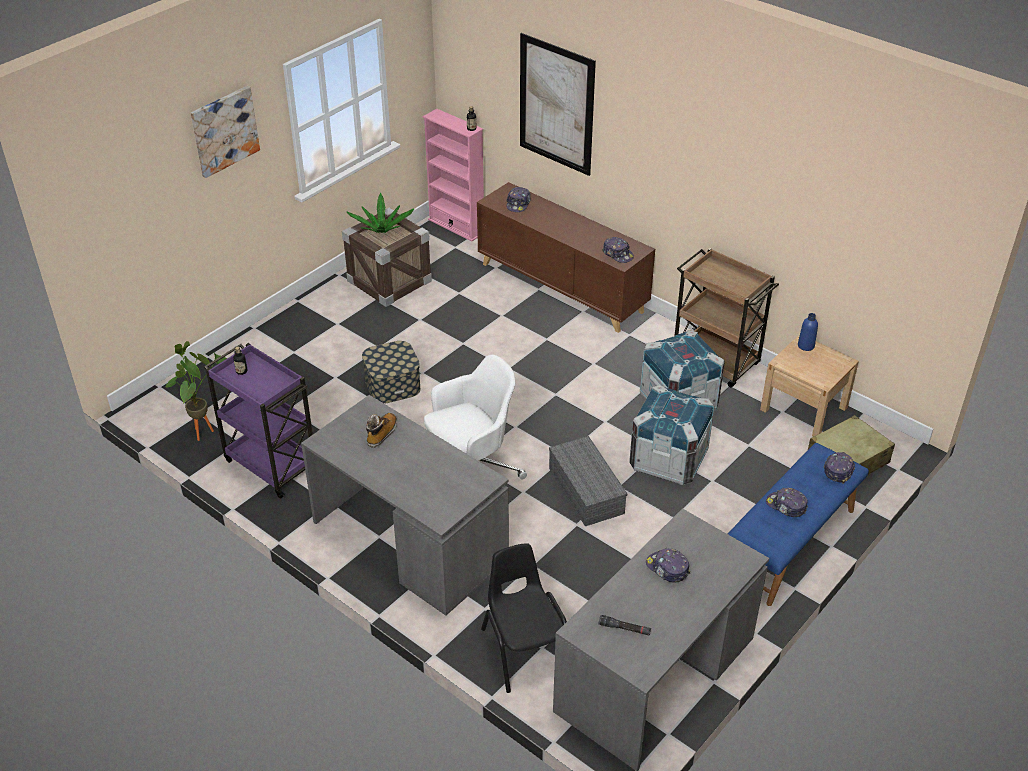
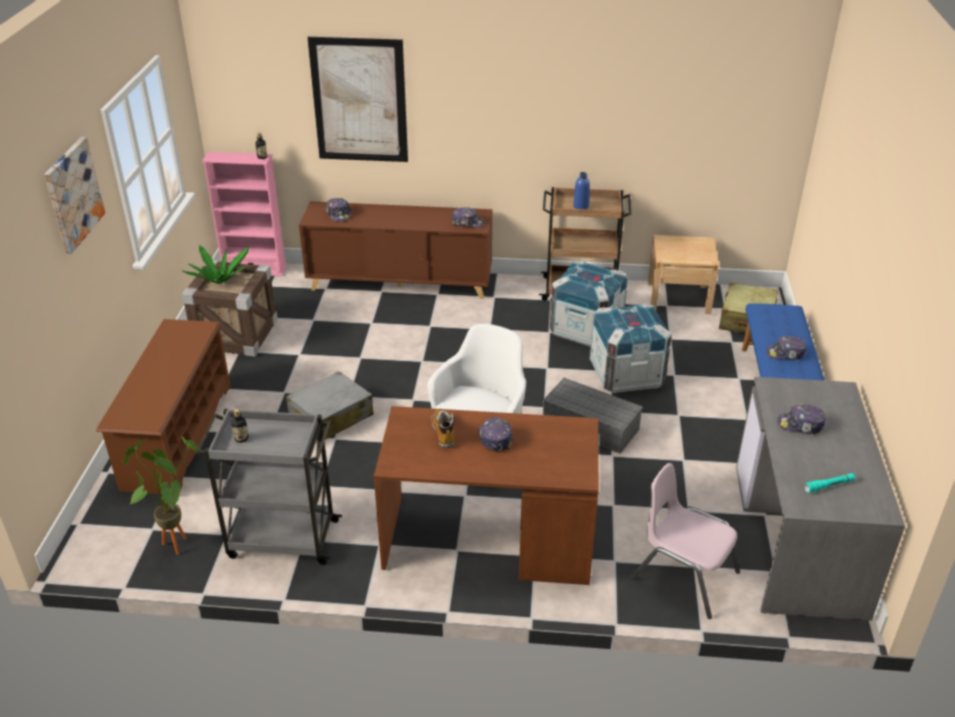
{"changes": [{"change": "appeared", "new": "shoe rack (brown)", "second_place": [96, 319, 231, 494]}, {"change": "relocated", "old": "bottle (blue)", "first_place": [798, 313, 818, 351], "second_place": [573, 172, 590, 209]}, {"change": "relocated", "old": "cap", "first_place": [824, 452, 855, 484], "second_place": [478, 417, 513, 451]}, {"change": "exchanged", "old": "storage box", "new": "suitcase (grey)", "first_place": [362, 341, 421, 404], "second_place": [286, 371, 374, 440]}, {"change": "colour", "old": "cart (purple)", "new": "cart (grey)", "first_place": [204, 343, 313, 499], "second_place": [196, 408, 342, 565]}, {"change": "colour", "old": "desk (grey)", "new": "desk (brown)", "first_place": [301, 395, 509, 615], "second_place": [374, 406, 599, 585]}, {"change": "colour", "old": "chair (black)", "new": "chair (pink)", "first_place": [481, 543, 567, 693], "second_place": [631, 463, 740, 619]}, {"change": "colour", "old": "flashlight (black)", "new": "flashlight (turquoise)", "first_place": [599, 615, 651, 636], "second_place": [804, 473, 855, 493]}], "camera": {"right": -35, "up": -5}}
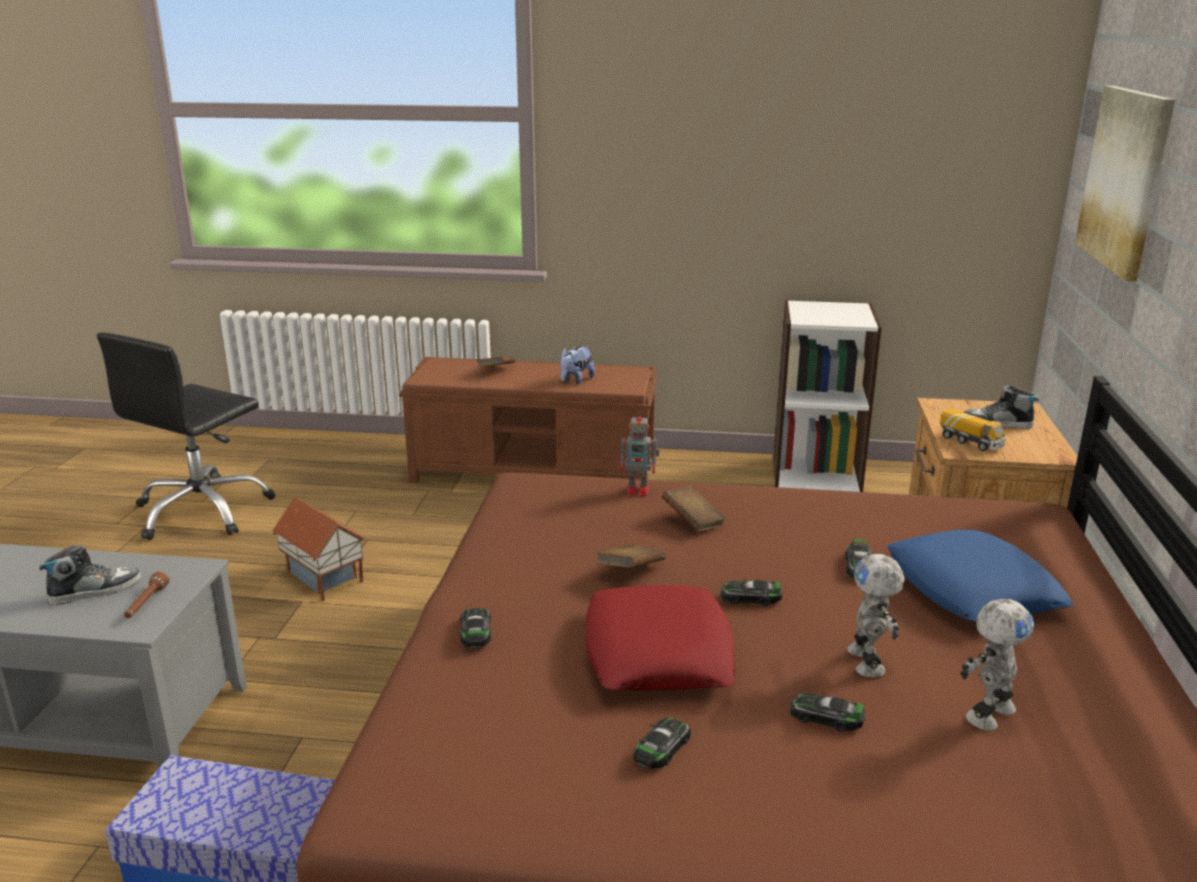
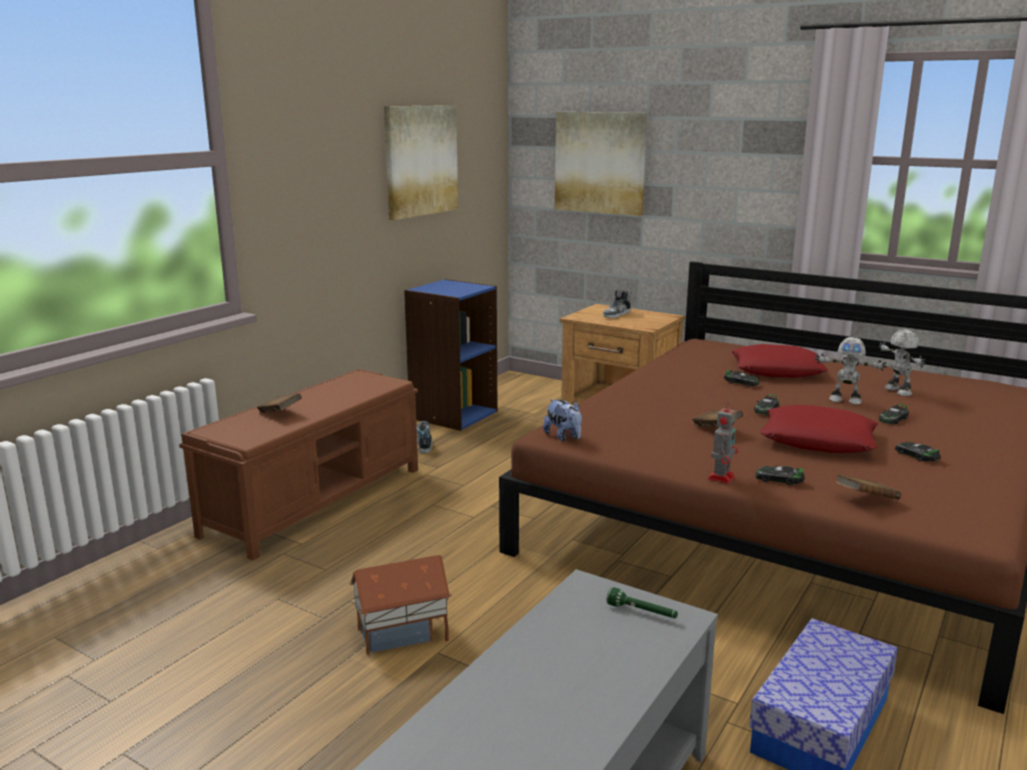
{"changes": [{"change": "missing", "old": "office chair (black)", "first_place": [97, 332, 275, 540]}, {"change": "missing", "old": "toy truck", "first_place": [940, 408, 1006, 451]}, {"change": "appeared", "new": "picture", "second_place": [384, 105, 458, 220]}, {"change": "relocated", "old": "shoe", "first_place": [39, 545, 141, 605], "second_place": [417, 421, 433, 453]}, {"change": "relocated", "old": "plush toy", "first_place": [560, 346, 595, 384], "second_place": [543, 399, 582, 441]}, {"change": "relocated", "old": "toy robot", "first_place": [621, 410, 660, 496], "second_place": [708, 402, 738, 484]}, {"change": "relocated", "old": "book (brown)", "first_place": [662, 486, 726, 531], "second_place": [835, 474, 901, 500]}, {"change": "colour", "old": "flashlight (brown)", "new": "flashlight (green)", "first_place": [124, 571, 169, 618], "second_place": [606, 587, 678, 618]}, {"change": "colour", "old": "bookcase (white)", "new": "bookcase (blue)", "first_place": [773, 300, 882, 492], "second_place": [404, 279, 497, 431]}, {"change": "colour", "old": "pillow (blue)", "new": "pillow (red)", "first_place": [887, 530, 1074, 622], "second_place": [731, 344, 828, 378]}], "camera": {"right": -65, "up": -5}}
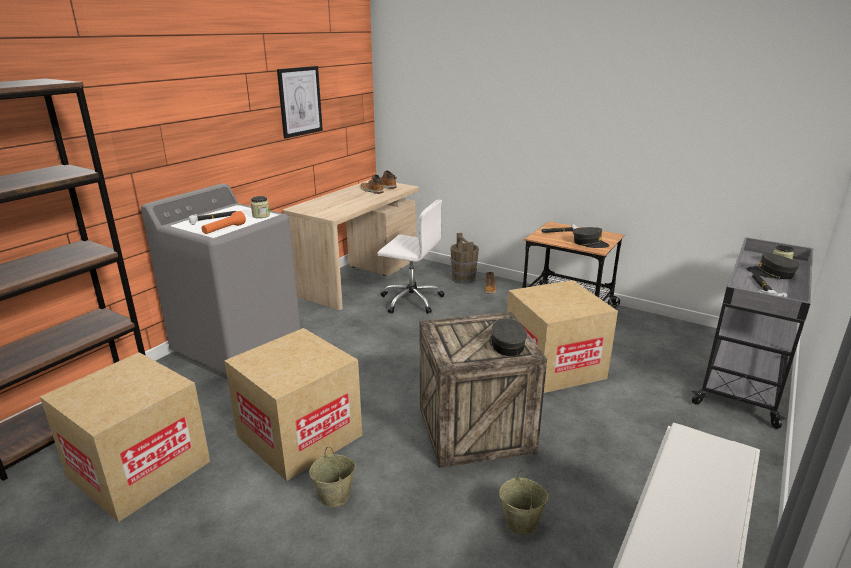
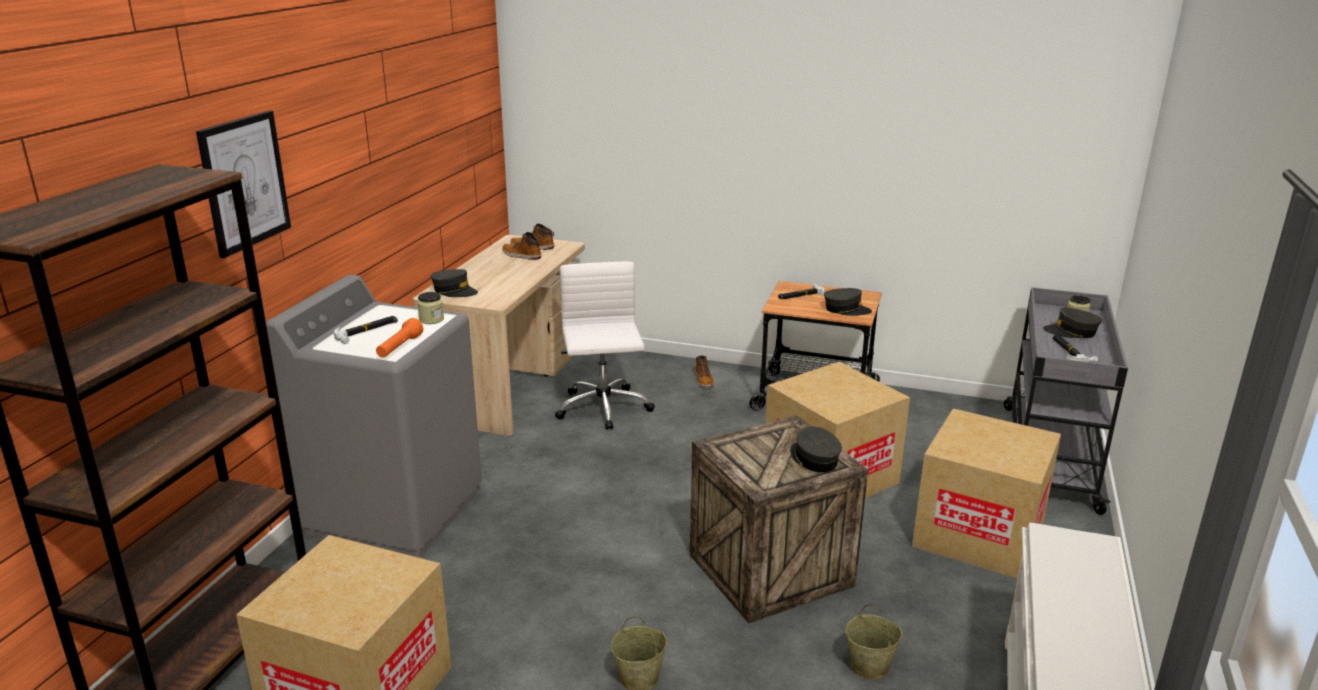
{"changes": [{"change": "missing", "old": "bucket (brown)", "first_place": [450, 233, 479, 284]}, {"change": "appeared", "new": "cap (grey)", "second_place": [431, 269, 478, 297]}, {"change": "relocated", "old": "cardboard box", "first_place": [224, 328, 362, 481], "second_place": [912, 408, 1061, 579]}, {"change": "relocated", "old": "picture", "first_place": [277, 66, 323, 139], "second_place": [196, 111, 291, 258]}, {"change": "spun", "old": "office chair (white)", "first_place": [377, 199, 445, 314], "second_place": [555, 262, 655, 430], "degrees": -105}], "camera": {"right": -15, "up": 0}}
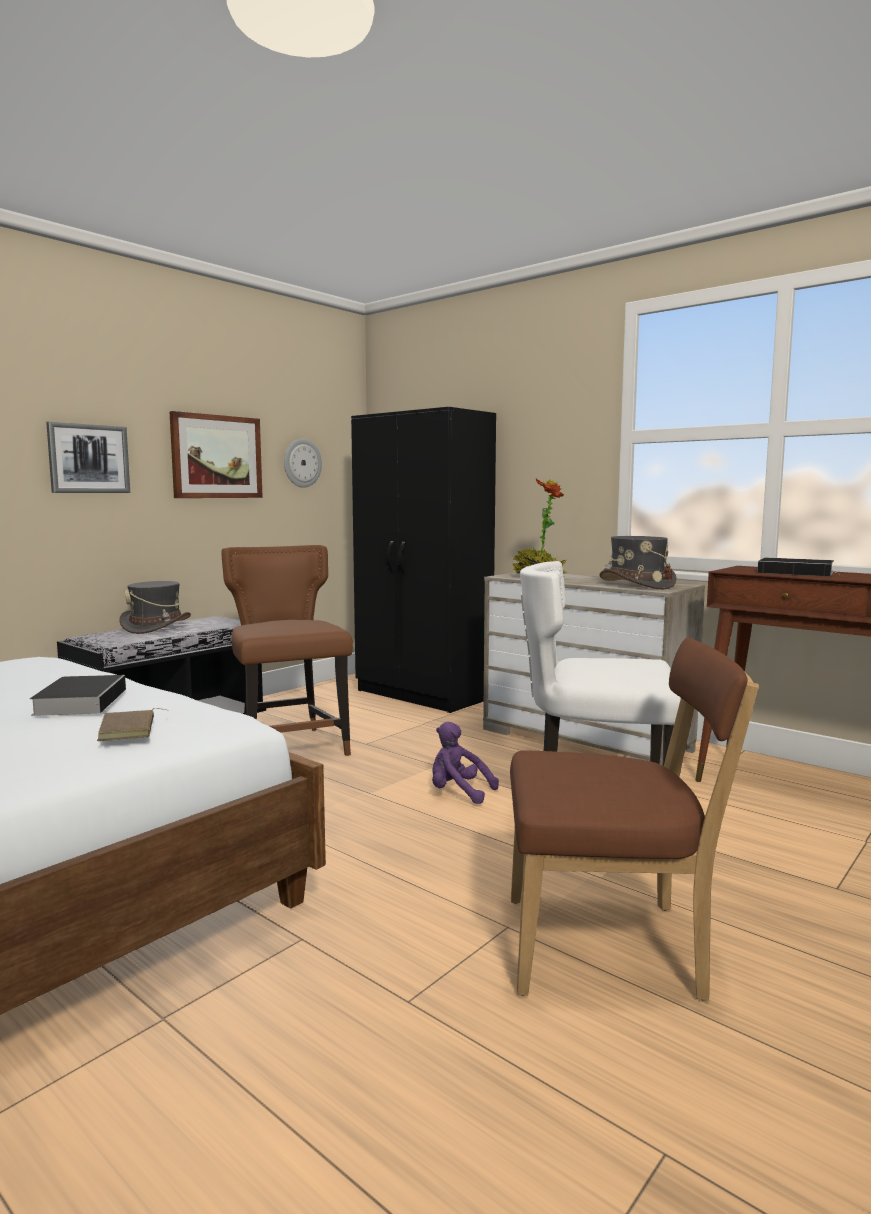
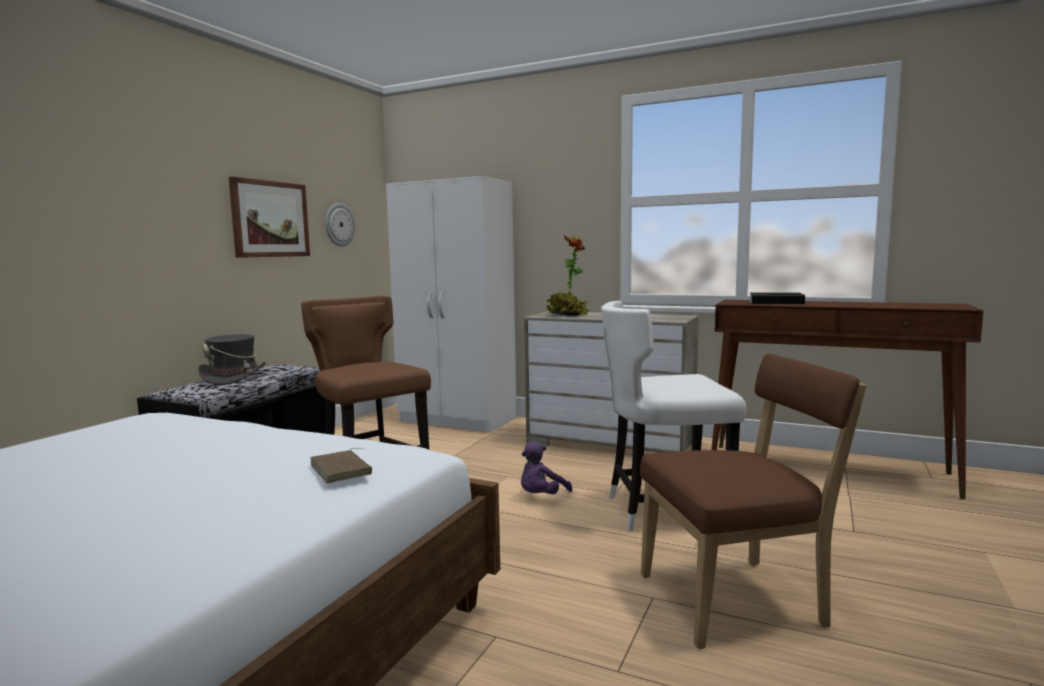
{"changes": [{"change": "missing", "old": "book", "first_place": [30, 675, 126, 716]}, {"change": "missing", "old": "picture", "first_place": [46, 422, 130, 493]}, {"change": "missing", "old": "hat (grey)", "first_place": [600, 536, 677, 589]}, {"change": "colour", "old": "wardrobe (black)", "new": "wardrobe (white)", "first_place": [351, 407, 496, 713], "second_place": [386, 176, 517, 433]}, {"change": "spun", "old": "plush toy (purple)", "first_place": [432, 722, 499, 804], "second_place": [521, 441, 572, 494], "degrees": -60}], "camera": {"right": -15, "up": 0}}
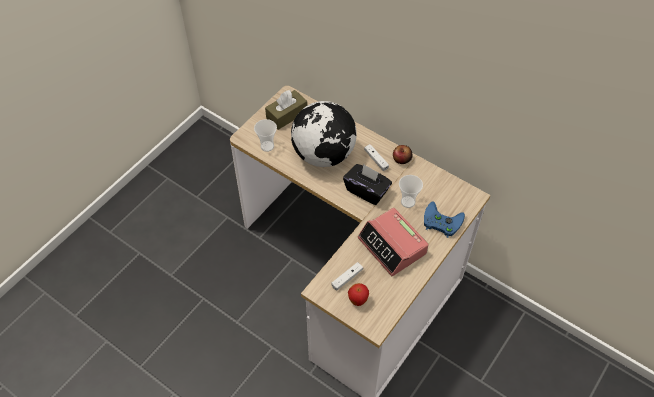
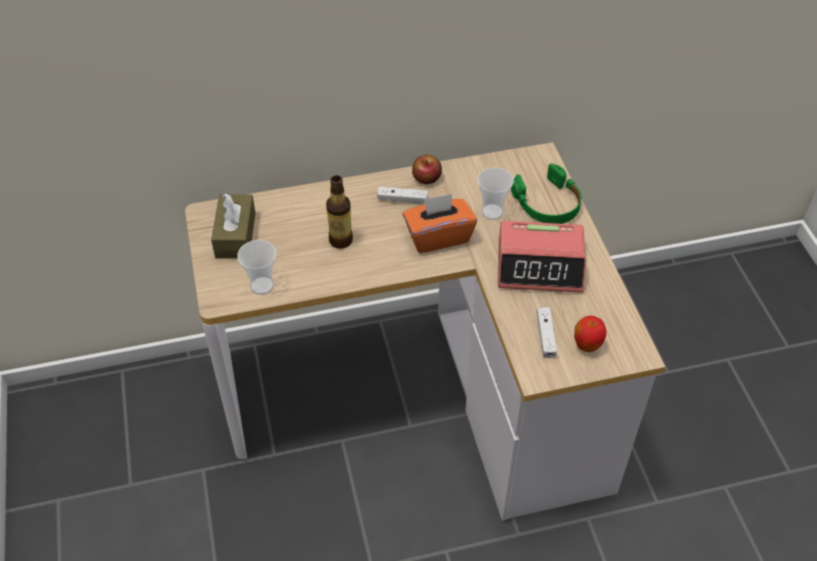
{"changes": [{"change": "exchanged", "old": "globe", "new": "bottle", "first_place": [291, 101, 357, 167], "second_place": [326, 175, 353, 249]}, {"change": "exchanged", "old": "game controller (blue)", "new": "headphones (green)", "first_place": [424, 201, 465, 238], "second_place": [511, 163, 582, 224]}, {"change": "colour", "old": "tissue box (black)", "new": "tissue box (orange)", "first_place": [343, 164, 392, 205], "second_place": [402, 194, 477, 253]}], "camera": {"right": -50, "up": -5}}
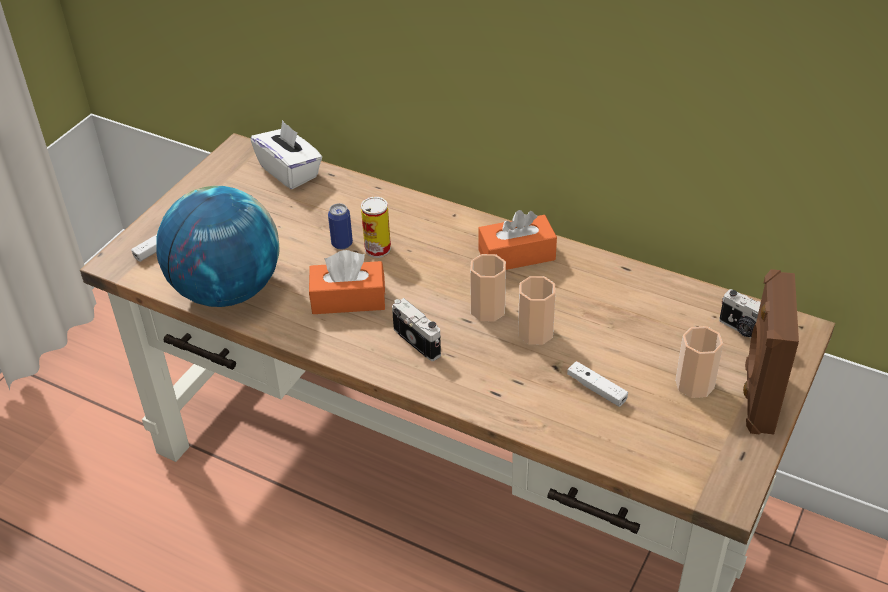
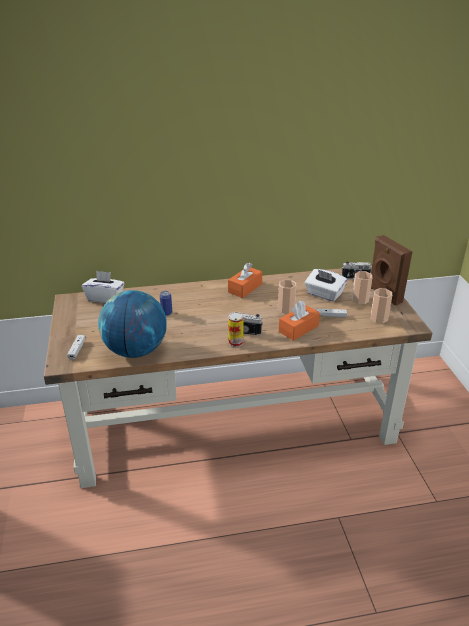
{"changes": [{"change": "appeared", "new": "tissue box (white)", "second_place": [305, 269, 347, 302]}, {"change": "relocated", "old": "tissue box (orange)", "first_place": [309, 250, 385, 314], "second_place": [279, 301, 320, 341]}, {"change": "relocated", "old": "can", "first_place": [361, 197, 391, 258], "second_place": [228, 312, 244, 347]}, {"change": "relocated", "old": "cup", "first_place": [470, 254, 506, 322], "second_place": [370, 288, 392, 323]}], "camera": {"right": -40, "up": -10}}
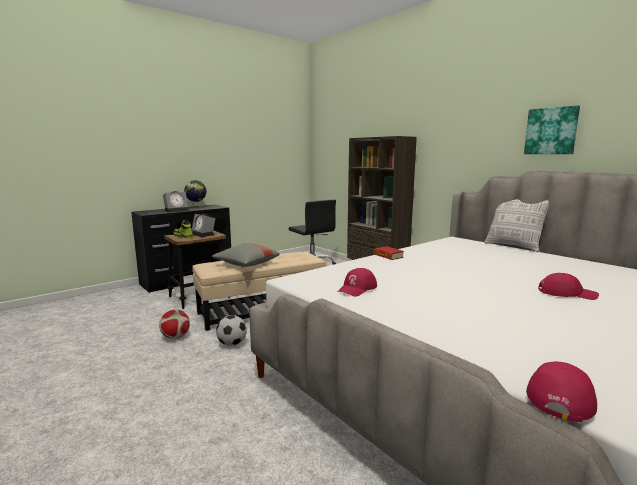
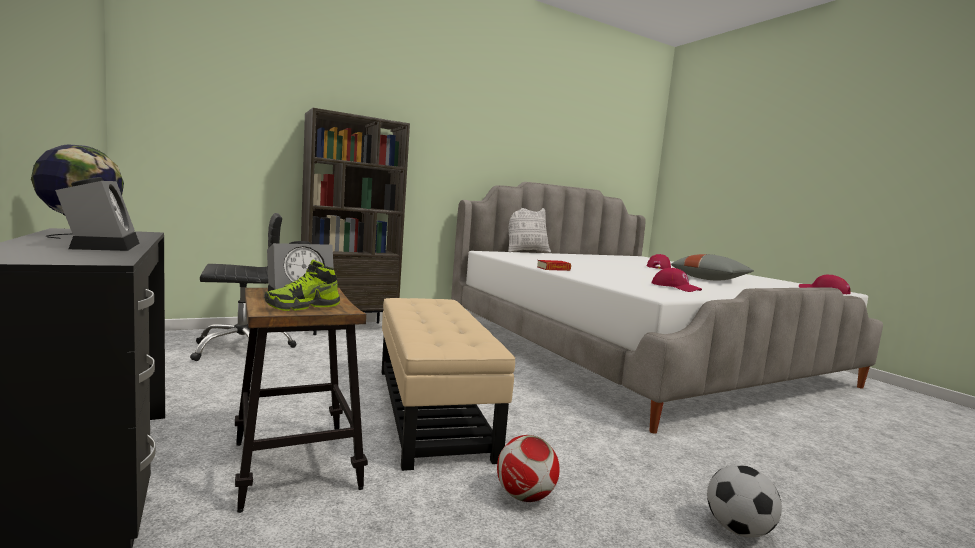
{"changes": [{"change": "missing", "old": "picture", "first_place": [524, 105, 580, 154]}, {"change": "relocated", "old": "pillow (grey)", "first_place": [212, 243, 280, 267], "second_place": [671, 254, 754, 281]}, {"change": "relocated", "old": "football", "first_place": [216, 315, 247, 346], "second_place": [707, 465, 782, 538]}], "camera": {"right": -80, "up": -5}}
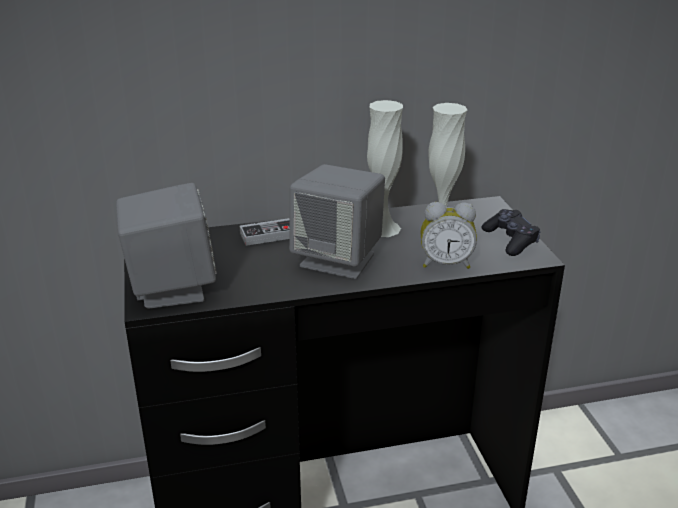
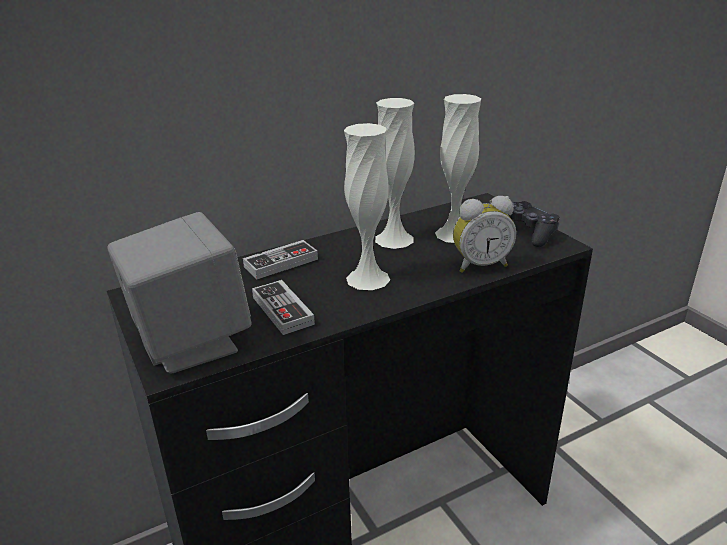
{"changes": [{"change": "appeared", "new": "game controller", "second_place": [252, 280, 315, 335]}, {"change": "exchanged", "old": "speaker (grey)", "new": "vase (white)", "first_place": [289, 164, 385, 279], "second_place": [344, 123, 390, 290]}], "camera": {"right": -15, "up": 0}}
